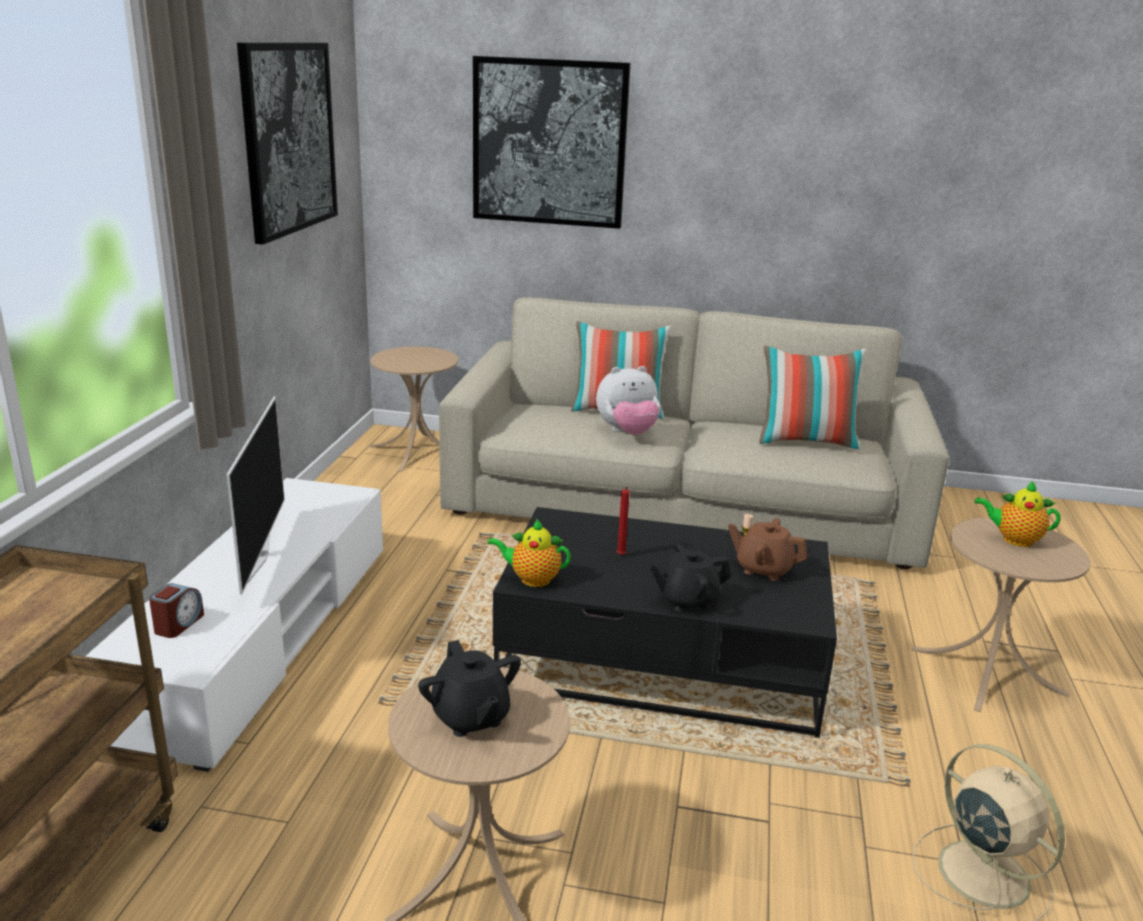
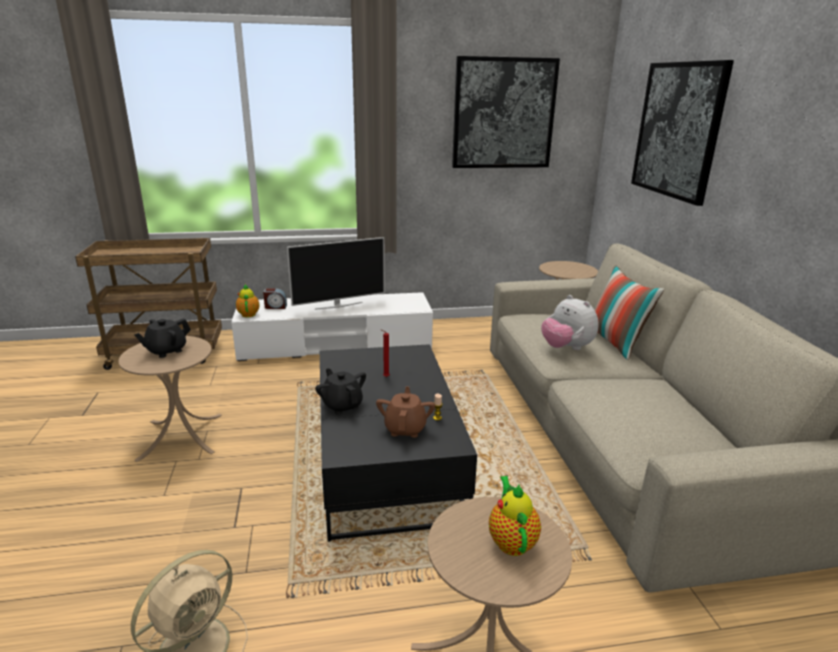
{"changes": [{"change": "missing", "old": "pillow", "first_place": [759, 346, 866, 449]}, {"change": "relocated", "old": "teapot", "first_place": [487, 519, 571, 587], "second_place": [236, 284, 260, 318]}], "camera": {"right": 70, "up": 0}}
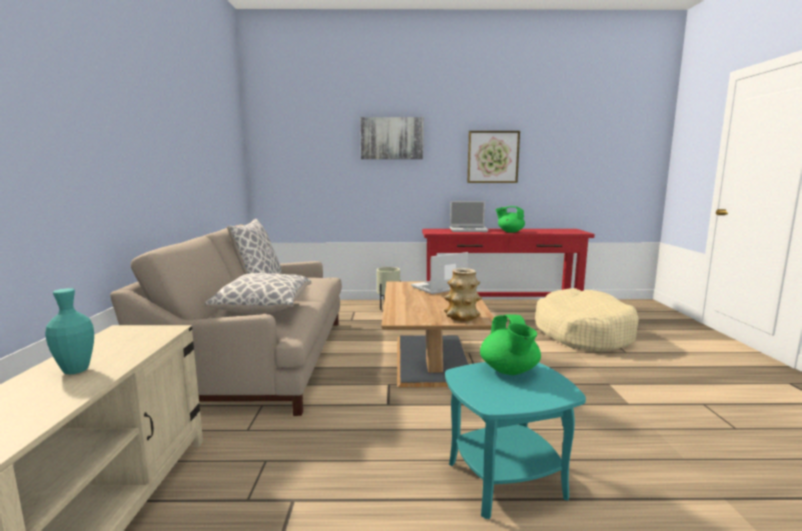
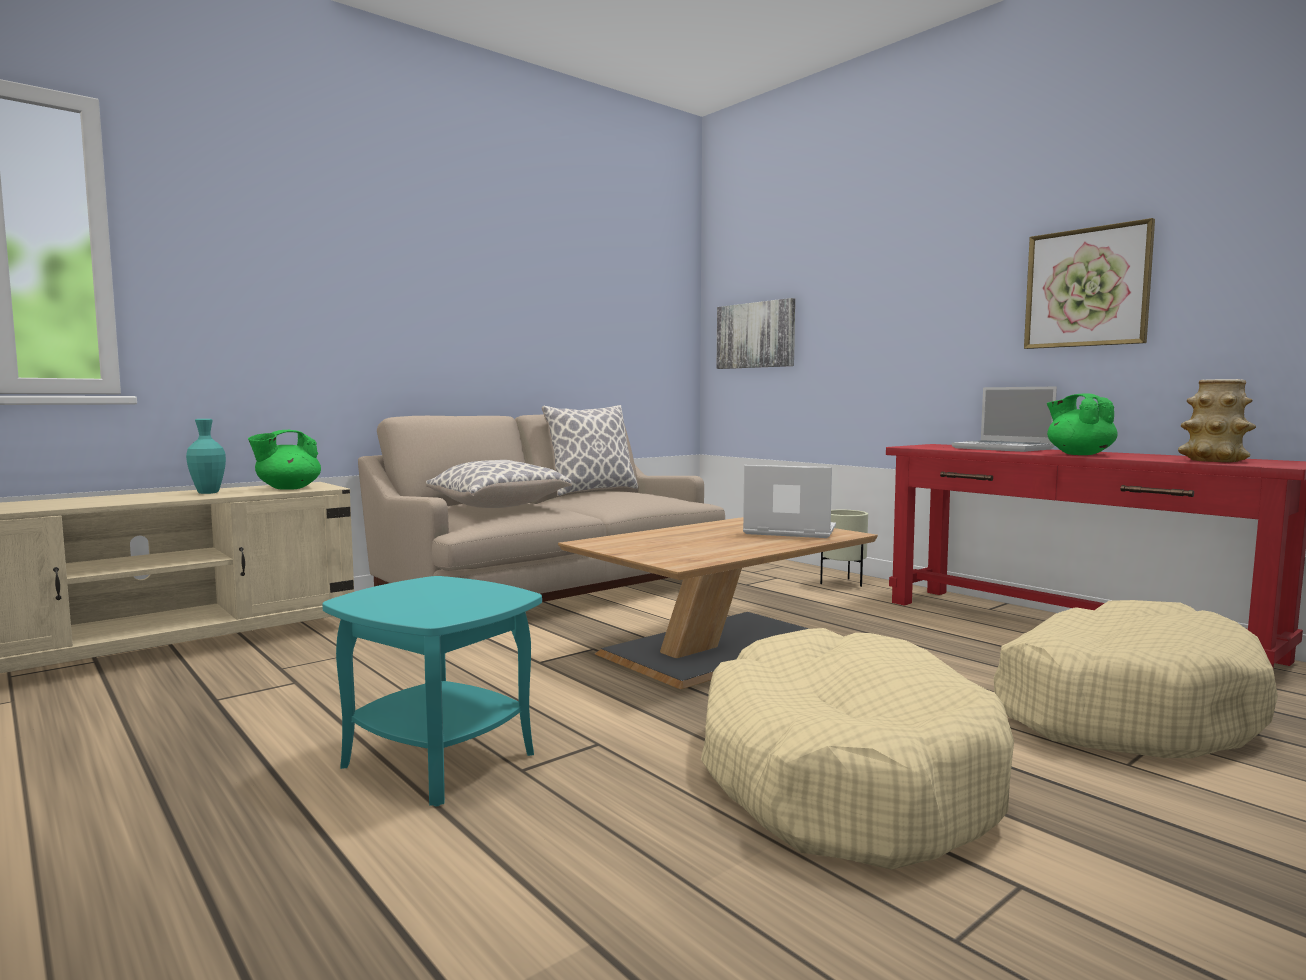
{"changes": [{"change": "appeared", "new": "dog bed (beige)", "second_place": [701, 628, 1014, 870]}, {"change": "relocated", "old": "picture", "first_place": [360, 117, 424, 159], "second_place": [717, 298, 795, 369]}, {"change": "relocated", "old": "vase", "first_place": [444, 268, 482, 321], "second_place": [1178, 379, 1256, 462]}, {"change": "relocated", "old": "teapot (green)", "first_place": [480, 314, 541, 375], "second_place": [248, 430, 321, 490]}], "camera": {"right": 50, "up": -5}}
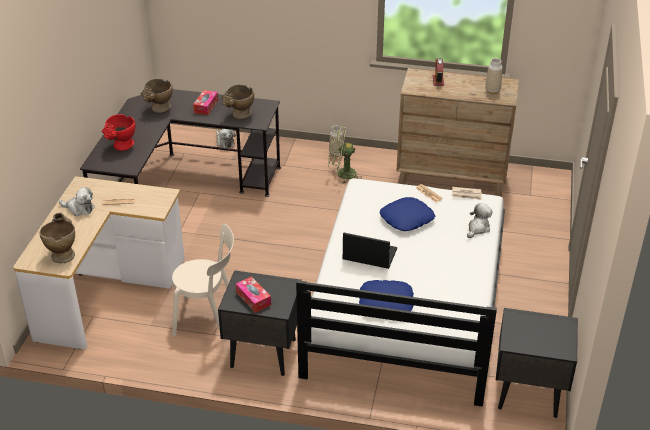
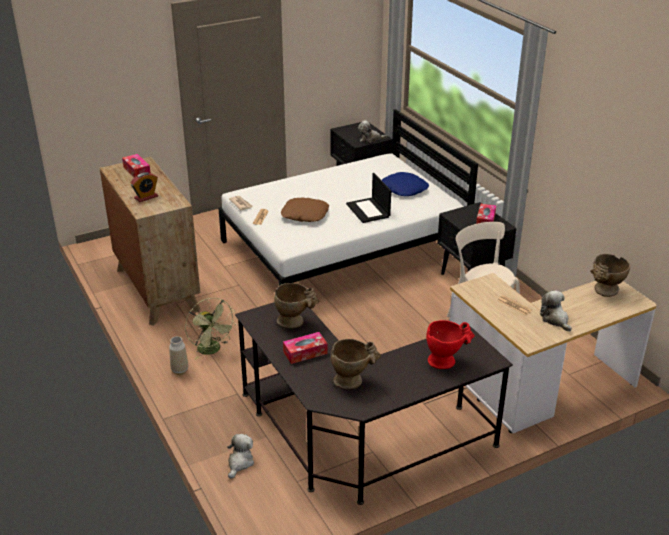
{"changes": [{"change": "relocated", "old": "plush toy", "first_place": [467, 203, 492, 238], "second_place": [358, 120, 388, 143]}, {"change": "exchanged", "old": "vase", "new": "tissue box", "first_place": [485, 58, 502, 94], "second_place": [122, 154, 151, 178]}, {"change": "colour", "old": "pillow (blue)", "new": "pillow (brown)", "first_place": [380, 197, 435, 231], "second_place": [281, 198, 329, 222]}], "camera": {"right": -130, "up": -5}}
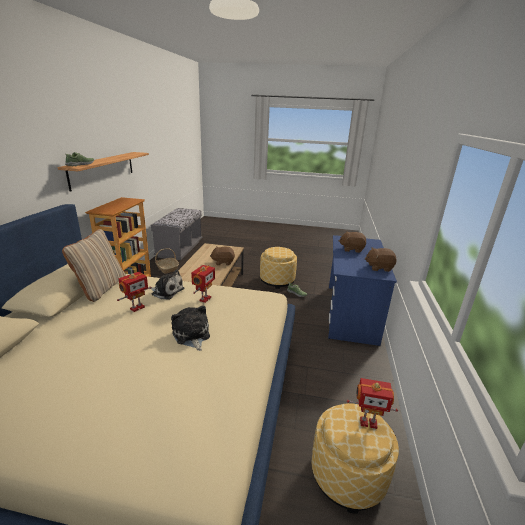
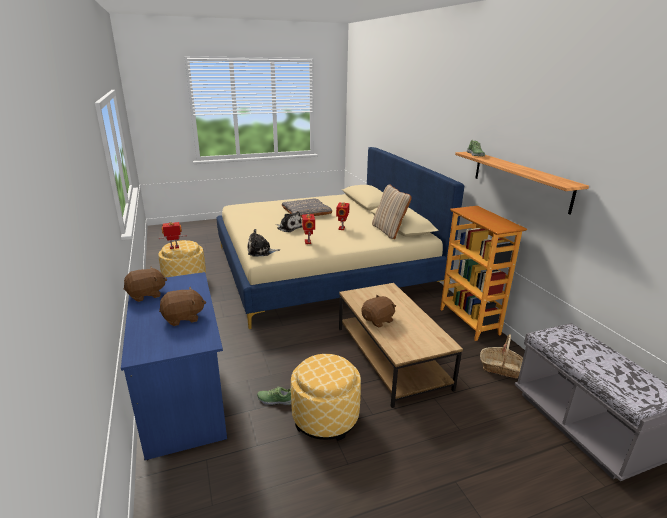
{"changes": [{"change": "appeared", "new": "pillow (grey)", "second_place": [282, 199, 332, 218]}, {"change": "relocated", "old": "plush toy", "first_place": [150, 269, 184, 300], "second_place": [247, 229, 280, 257]}], "camera": {"right": 150, "up": 0}}
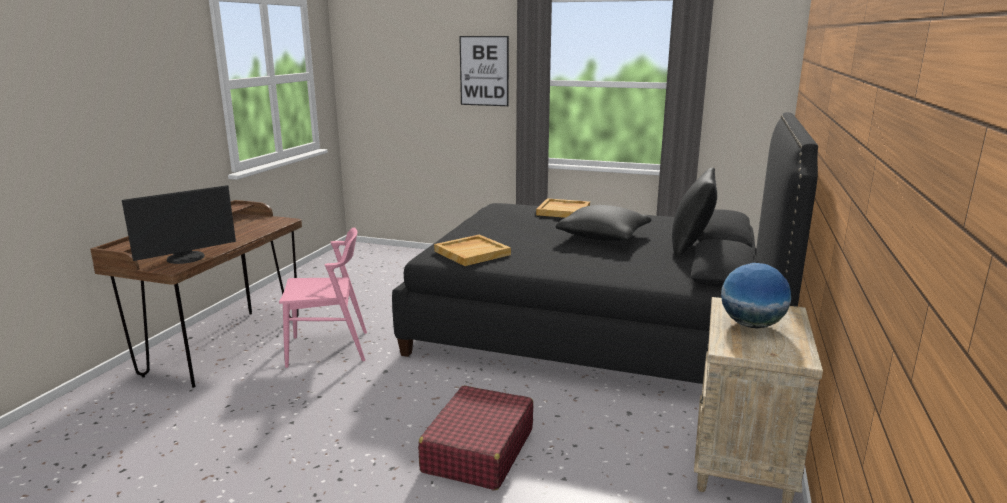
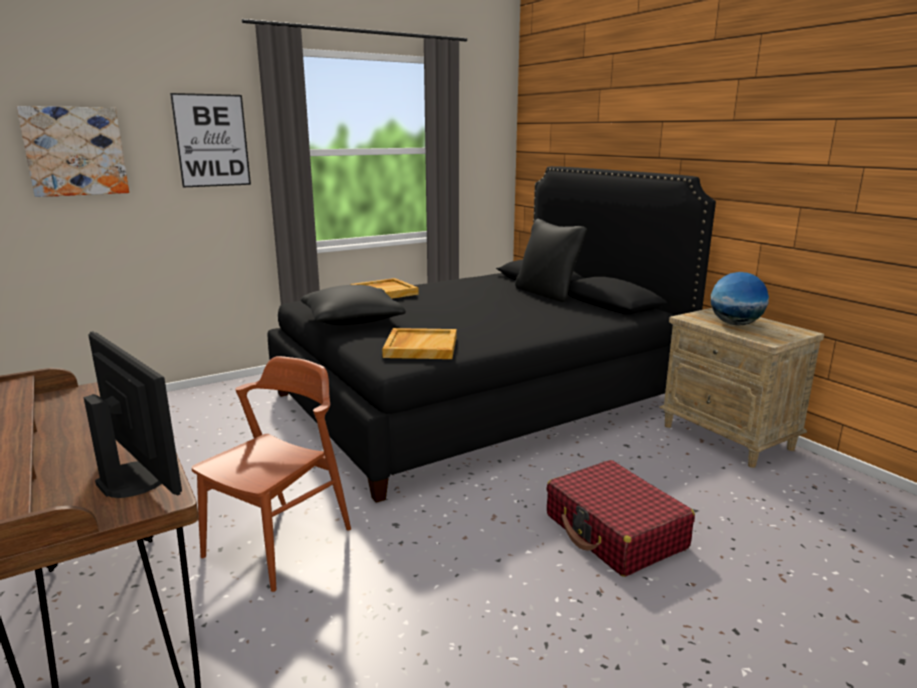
{"changes": [{"change": "appeared", "new": "picture", "second_place": [16, 106, 129, 197]}, {"change": "relocated", "old": "pillow (black)", "first_place": [556, 205, 652, 241], "second_place": [301, 285, 406, 325]}, {"change": "colour", "old": "chair (pink)", "new": "chair (brown)", "first_place": [279, 227, 367, 368], "second_place": [192, 356, 351, 592]}, {"change": "spun", "old": "monitor", "first_place": [122, 185, 236, 264], "second_place": [84, 331, 182, 498], "degrees": -45}], "camera": {"right": -50, "up": 0}}
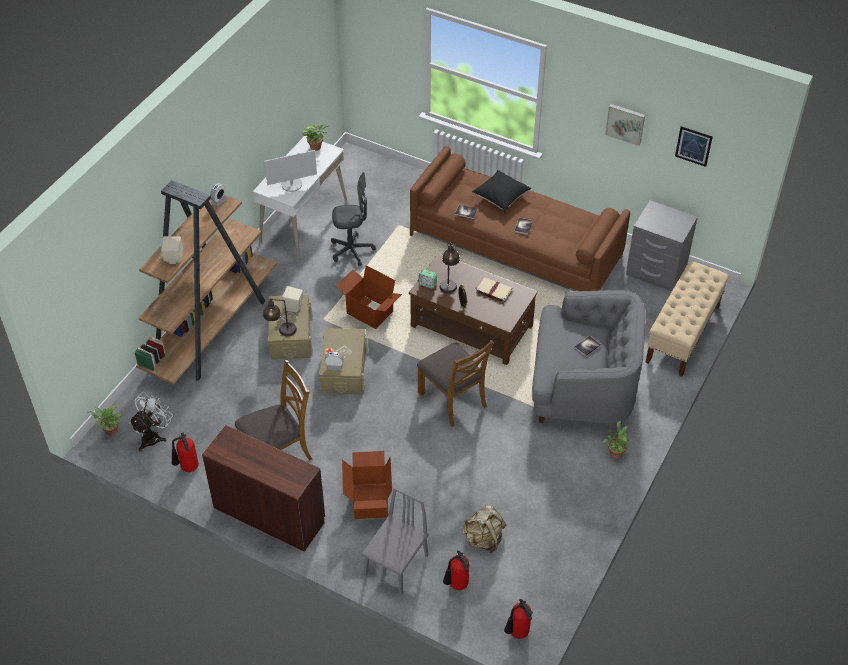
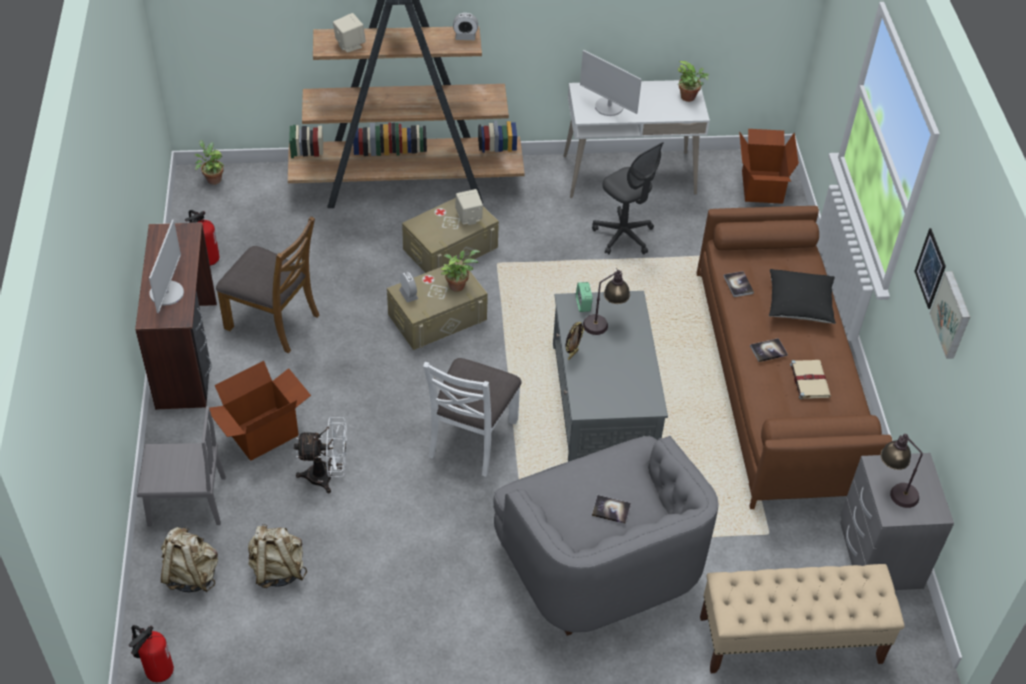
{"changes": [{"change": "appeared", "new": "monitor", "second_place": [149, 220, 184, 313]}, {"change": "relocated", "old": "fan (white)", "first_place": [129, 392, 173, 452], "second_place": [294, 417, 347, 494]}, {"change": "relocated", "old": "table lamp", "first_place": [263, 298, 297, 336], "second_place": [880, 434, 923, 508]}, {"change": "relocated", "old": "cardboard box", "first_place": [336, 265, 402, 329], "second_place": [739, 129, 799, 204]}, {"change": "relocated", "old": "book (beige)", "first_place": [475, 277, 512, 303], "second_place": [790, 360, 831, 399]}, {"change": "relocated", "old": "potted plant", "first_place": [603, 420, 629, 458], "second_place": [441, 250, 480, 292]}, {"change": "relocated", "old": "picture", "first_place": [675, 126, 713, 167], "second_place": [914, 228, 946, 309]}, {"change": "exchanged", "old": "fire extinguisher", "new": "backpack (beige)", "first_place": [443, 550, 469, 590], "second_place": [161, 527, 218, 593]}, {"change": "colour", "old": "coffee table (brown)", "new": "coffee table (grey)", "first_place": [409, 253, 538, 365], "second_place": [553, 291, 668, 462]}, {"change": "colour", "old": "chair (brown)", "new": "chair (white)", "first_place": [417, 340, 494, 427], "second_place": [423, 358, 522, 477]}], "camera": {"right": 55, "up": 0}}
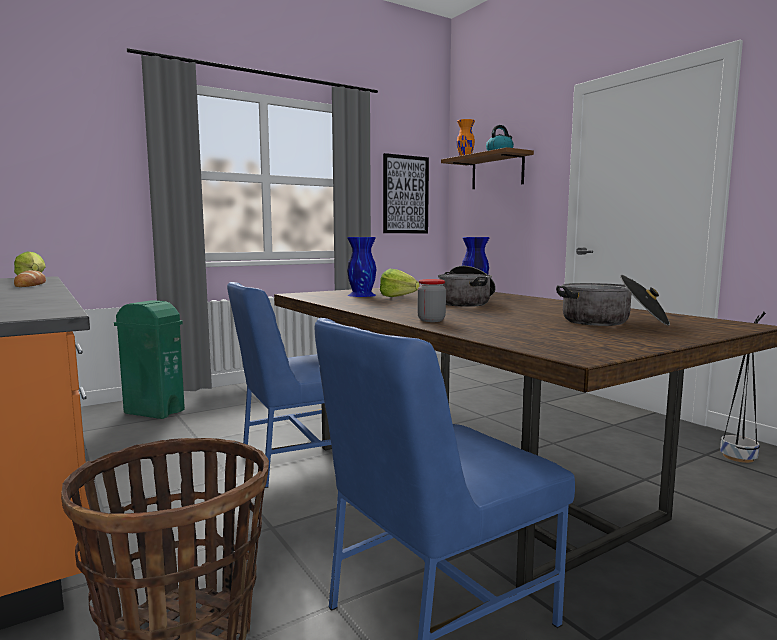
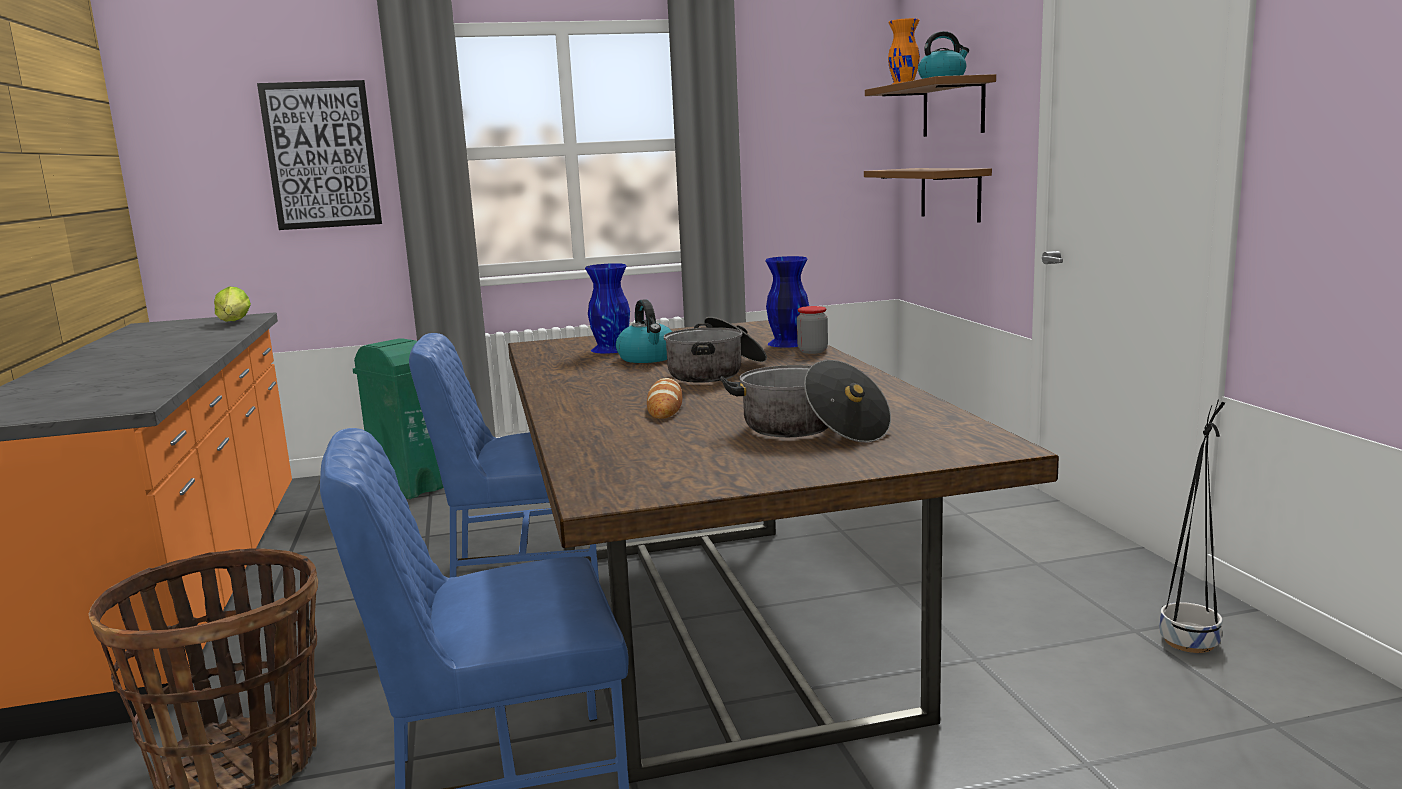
{"changes": [{"change": "appeared", "new": "shelf (brown)", "second_place": [864, 168, 992, 222]}, {"change": "relocated", "old": "bread", "first_place": [14, 270, 46, 287], "second_place": [647, 378, 682, 419]}, {"change": "relocated", "old": "picture", "first_place": [383, 153, 429, 233], "second_place": [257, 80, 382, 230]}, {"change": "relocated", "old": "jar", "first_place": [418, 279, 446, 322], "second_place": [797, 306, 828, 354]}, {"change": "exchanged", "old": "lettuce", "new": "kettle", "first_place": [380, 269, 420, 297], "second_place": [616, 299, 673, 363]}], "camera": {"right": 20, "up": 5}}
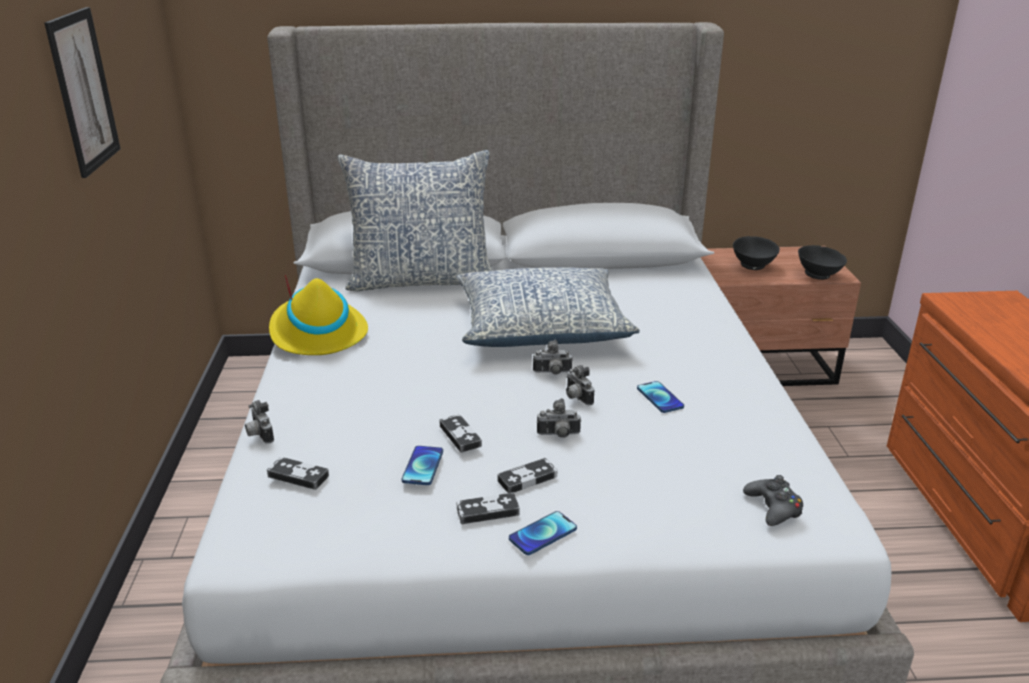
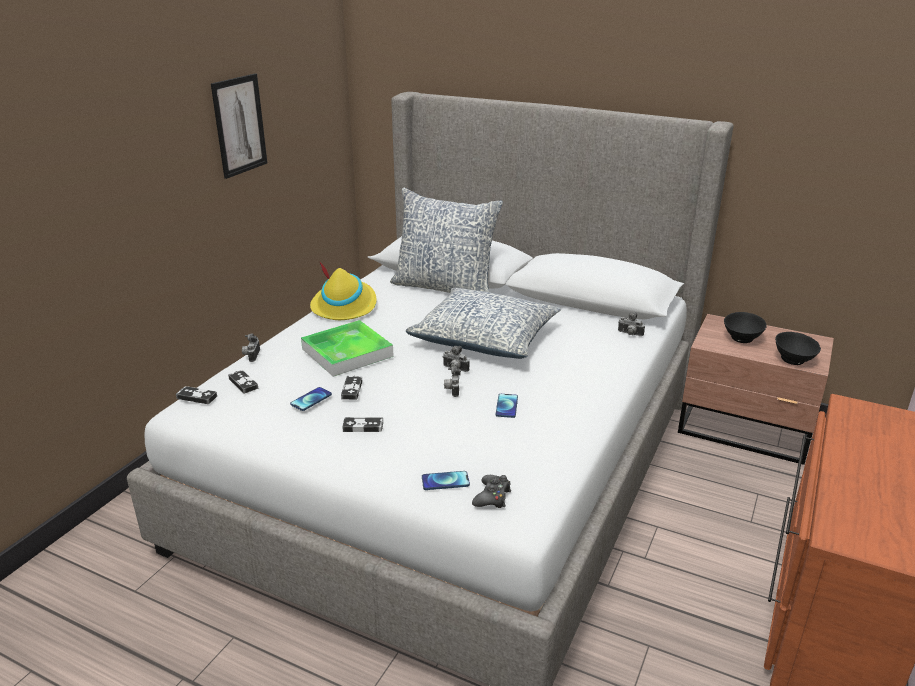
{"changes": [{"change": "appeared", "new": "tray", "second_place": [301, 320, 394, 377]}, {"change": "relocated", "old": "game controller", "first_place": [457, 492, 520, 524], "second_place": [176, 386, 217, 404]}, {"change": "relocated", "old": "phone", "first_place": [509, 511, 577, 555], "second_place": [422, 471, 470, 490]}, {"change": "relocated", "old": "photo camera", "first_place": [537, 398, 581, 438], "second_place": [618, 312, 645, 336]}], "camera": {"right": 30, "up": 0}}
